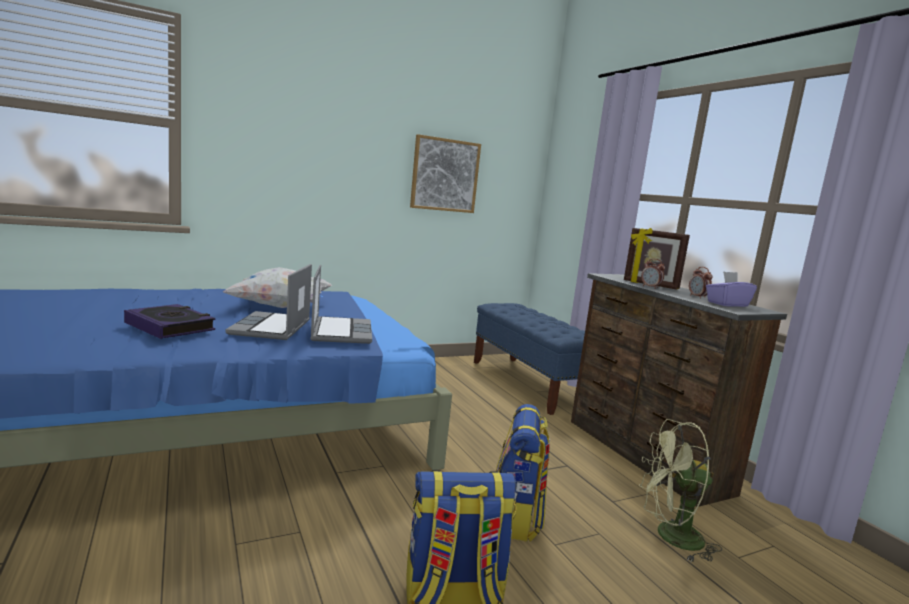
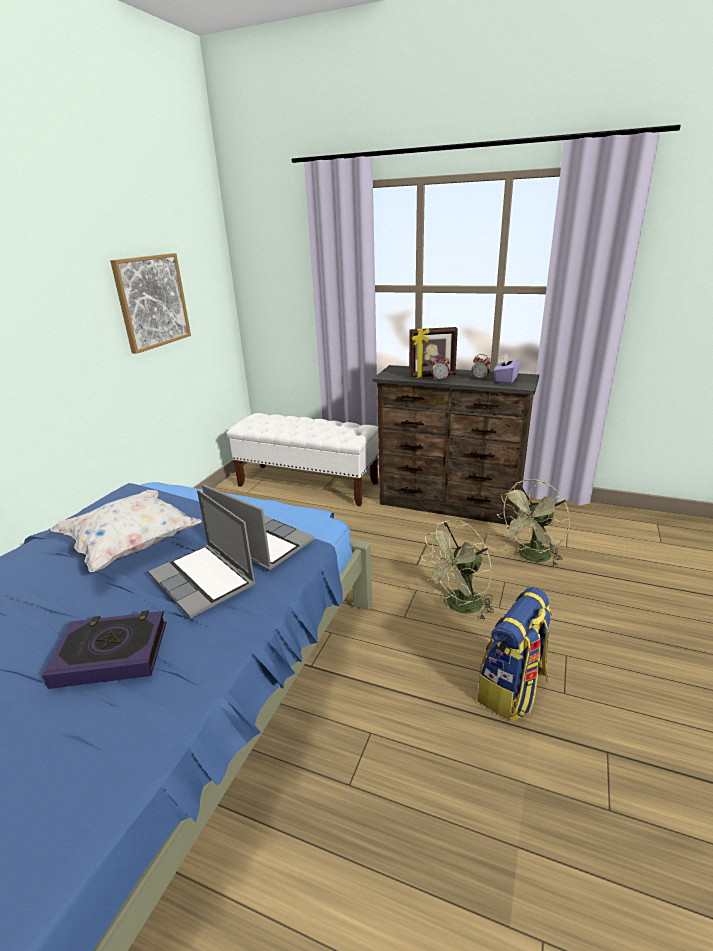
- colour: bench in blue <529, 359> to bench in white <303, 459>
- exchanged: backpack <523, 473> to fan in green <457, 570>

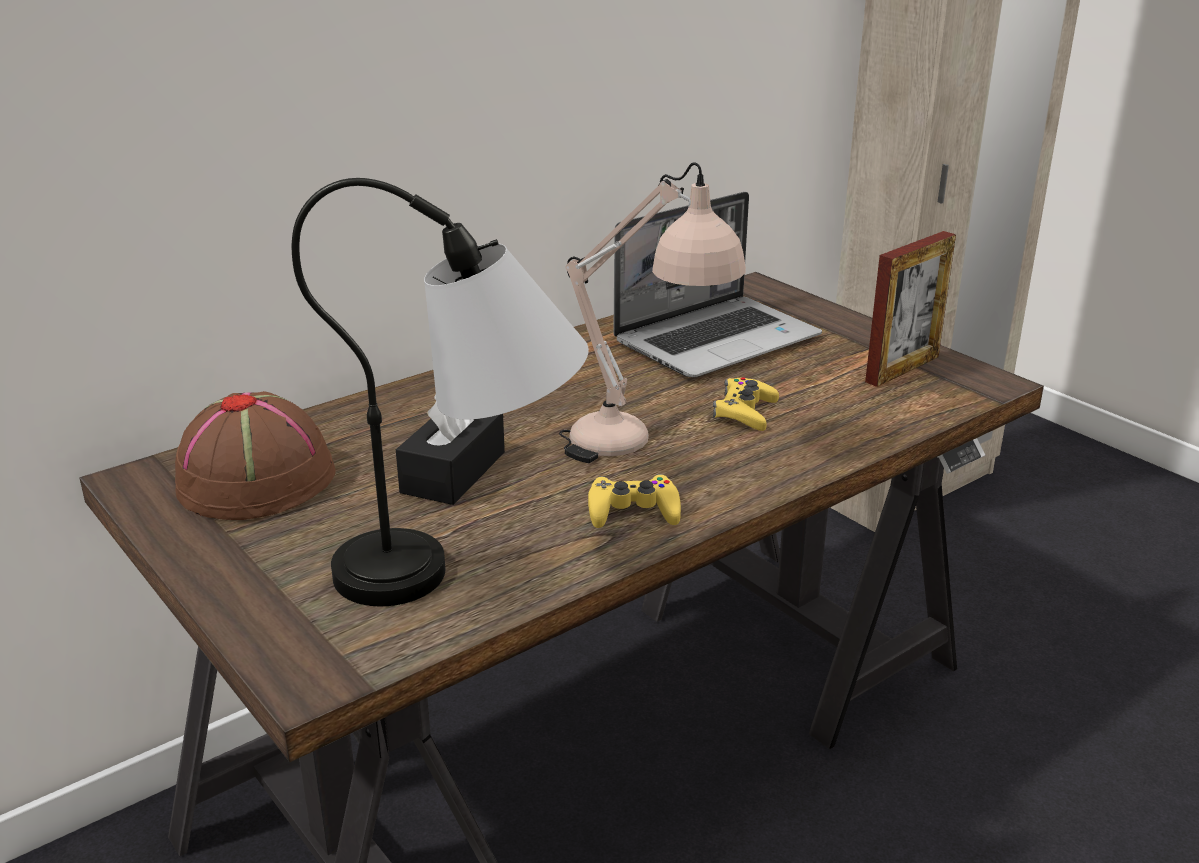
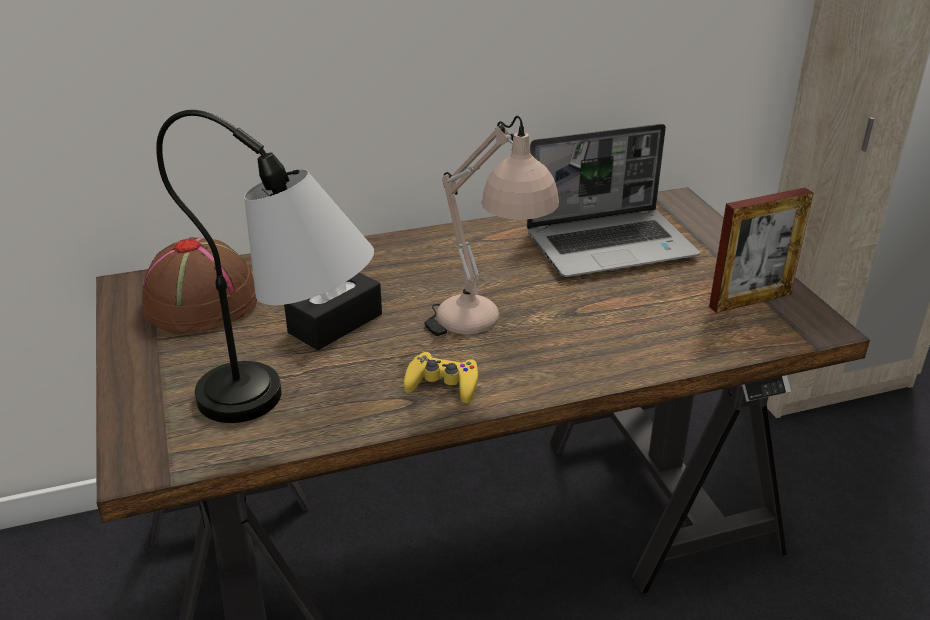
- missing: game controller in yellow <746, 404>

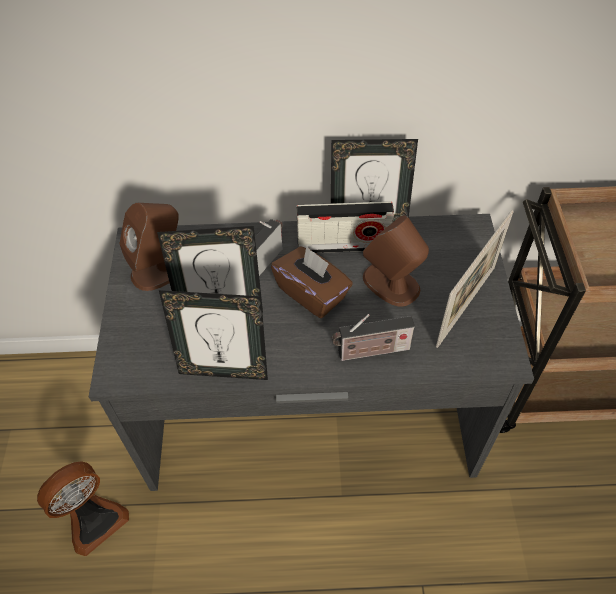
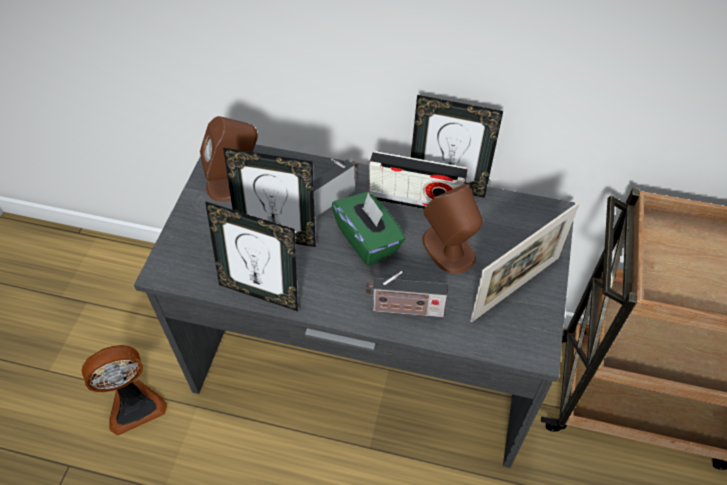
- colour: tissue box in brown <312, 282> to tissue box in green <369, 229>

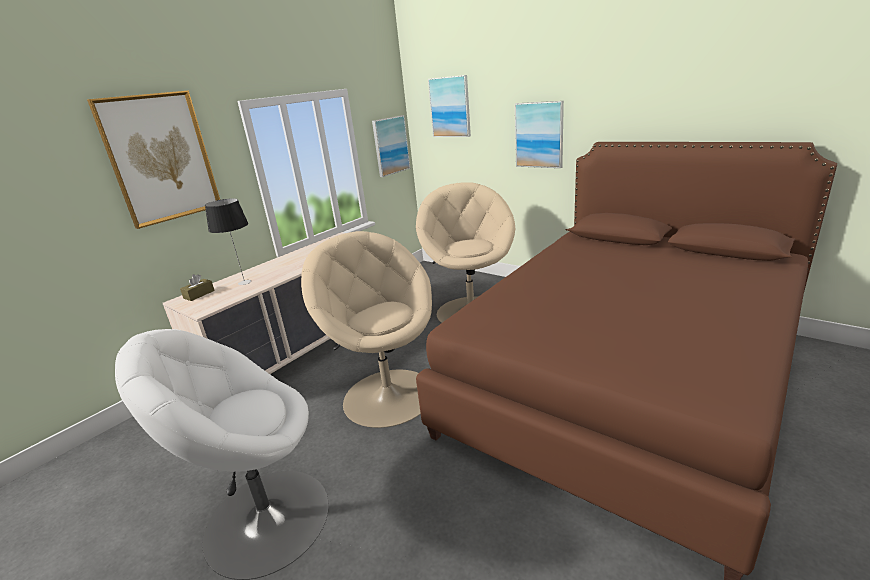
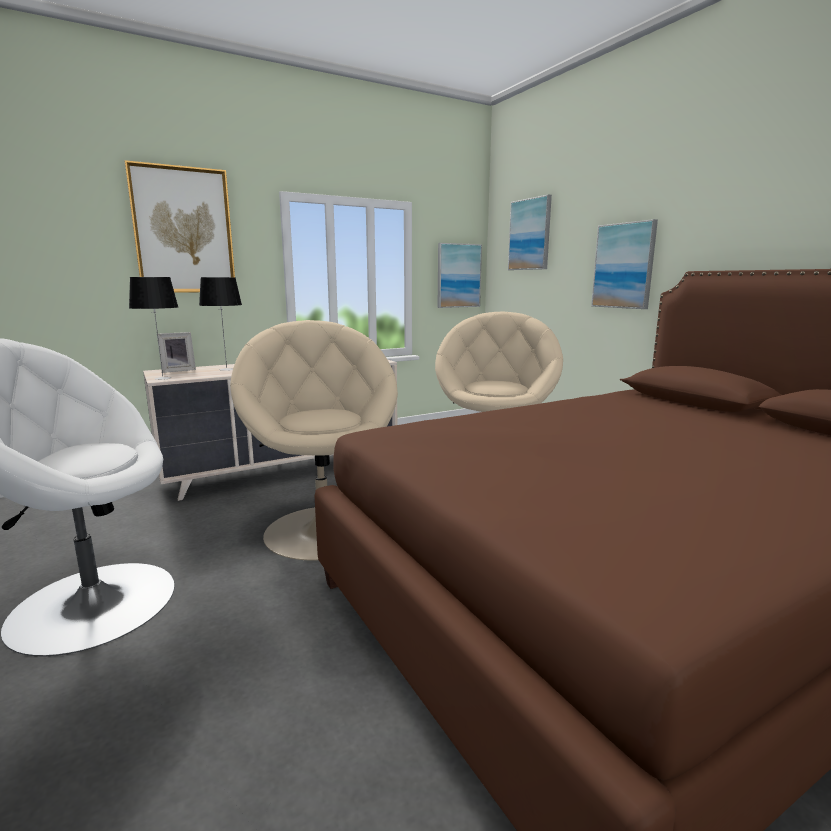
- exchanged: tissue box in brown <197, 287> to picture frame <176, 352>
- appeared: table lamp <153, 328>

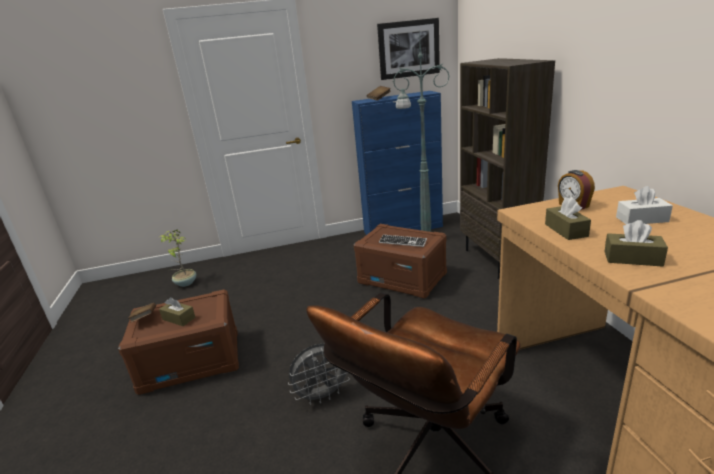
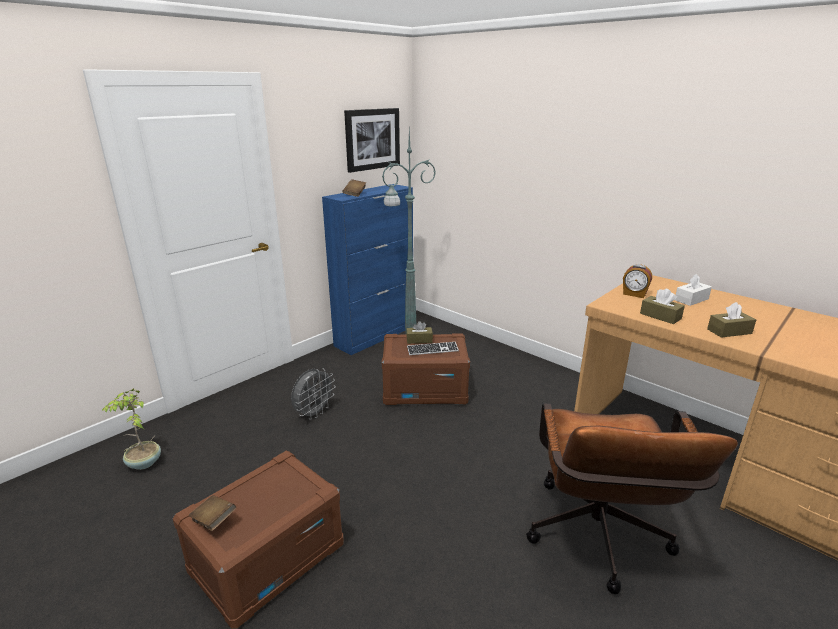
- relocated: tissue box in brown <177, 311> to <419, 332>
- relocated: fan in grey <319, 374> to <313, 394>
- missing: bookcase in brown <507, 168>

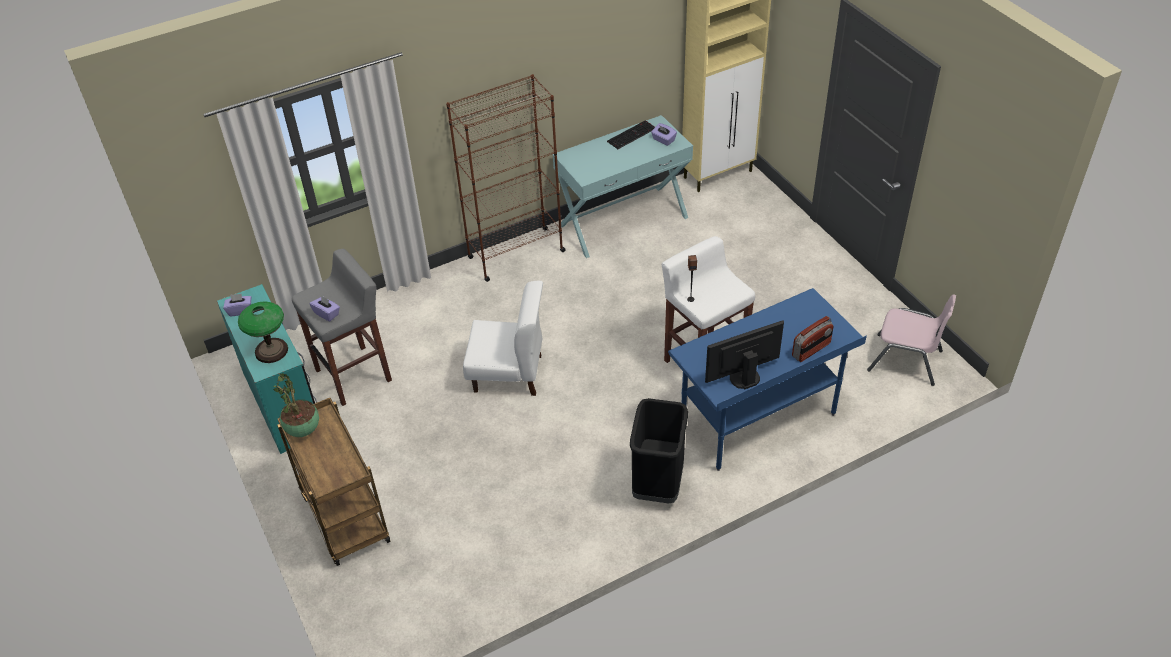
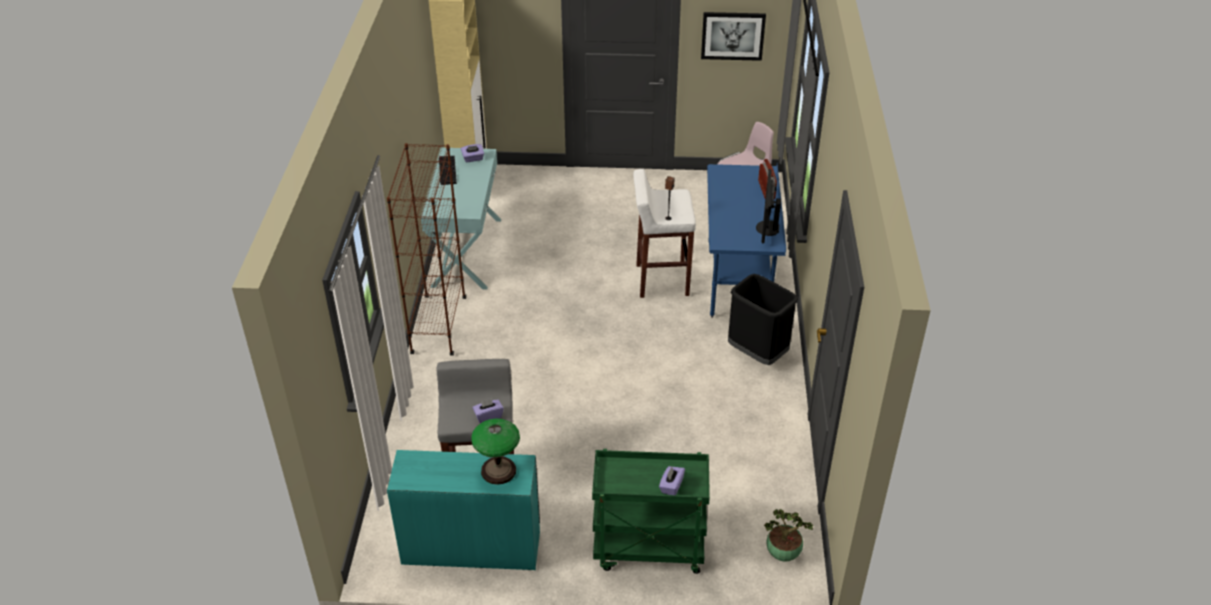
- relocated: tissue box in purple <237, 305> to <672, 480>
- relocated: potted plant <296, 405> to <788, 535>
- colour: cart in brown <333, 482> to cart in green <651, 511>
- missing: chair in white <503, 338>
- appeared: picture <733, 36>

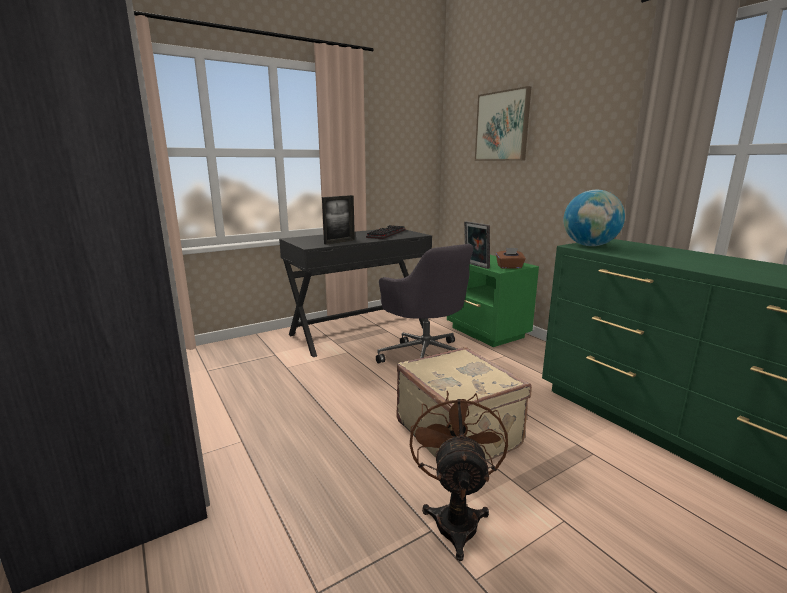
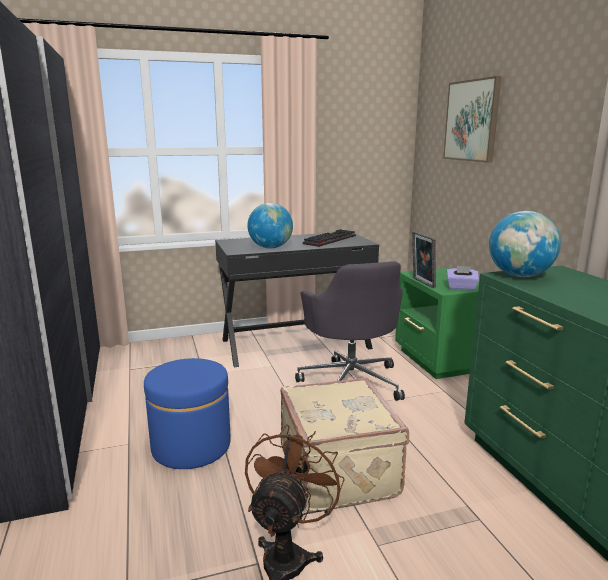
- exchanged: picture frame <338, 220> to globe <270, 226>
- colour: tissue box in brown <511, 258> to tissue box in purple <463, 277>
- appeared: ottoman in blue <187, 413>

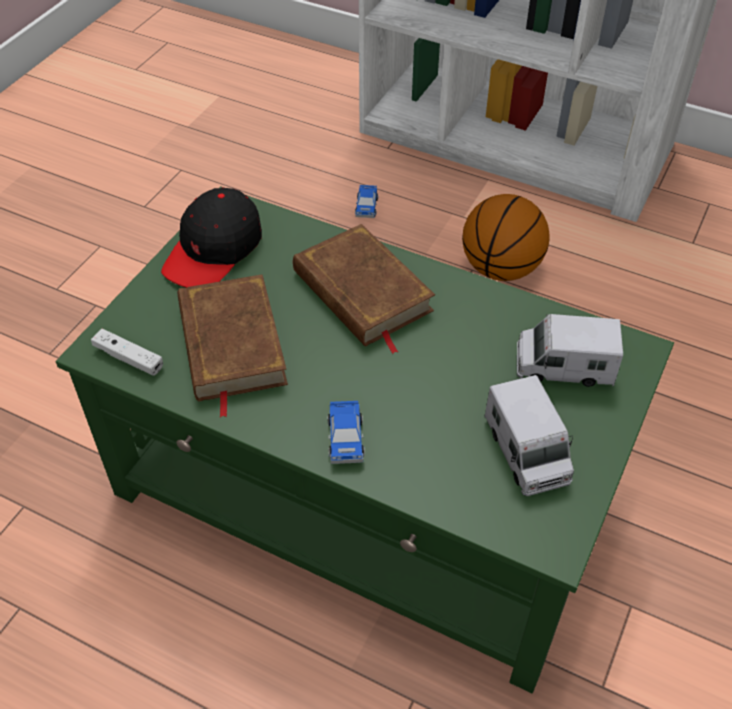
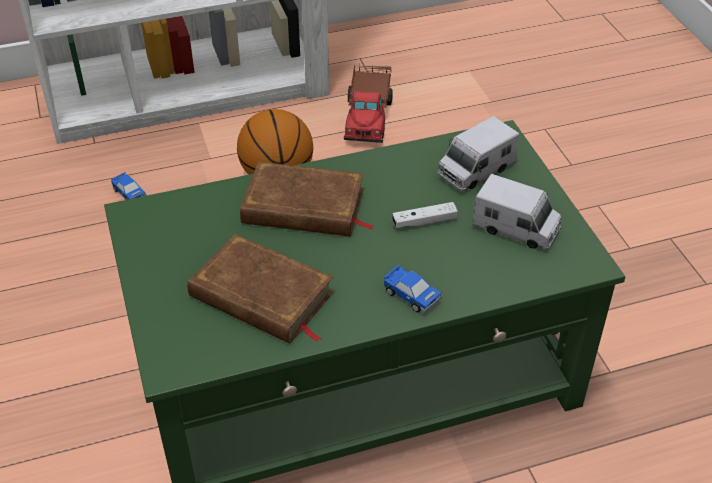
- relocated: game controller in white <127, 352> to <425, 215>
- missing: cap in black <211, 238>
- appeared: toy truck <368, 104>

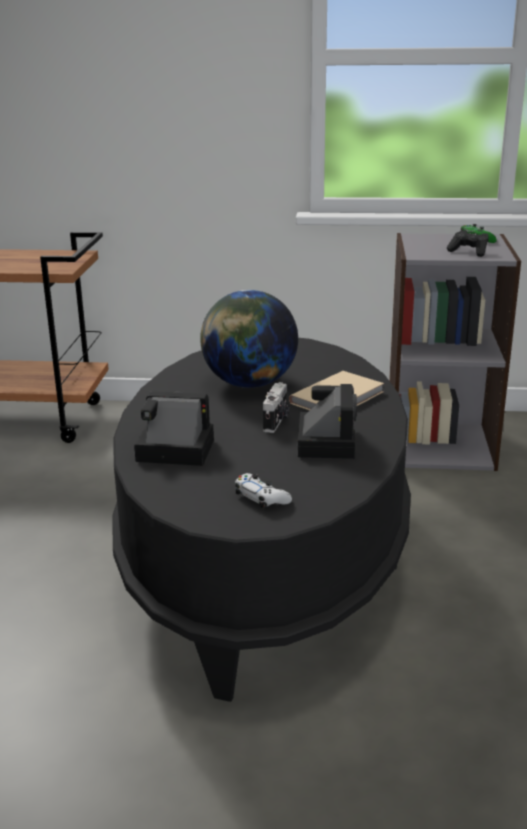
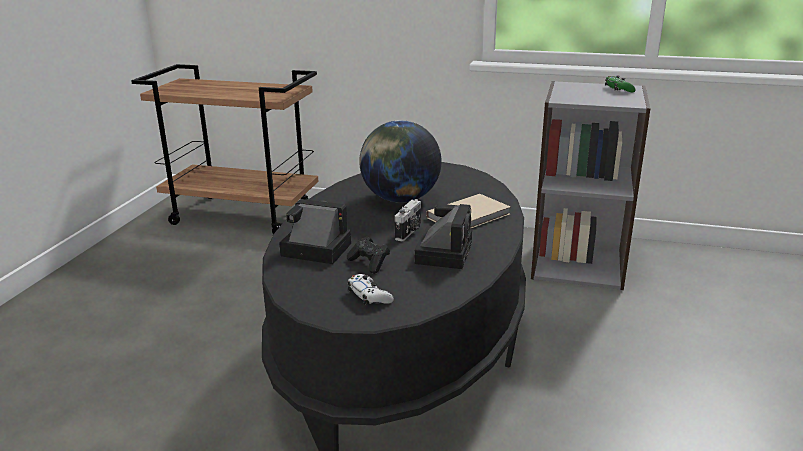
- relocated: game controller in black <467, 243> to <368, 255>

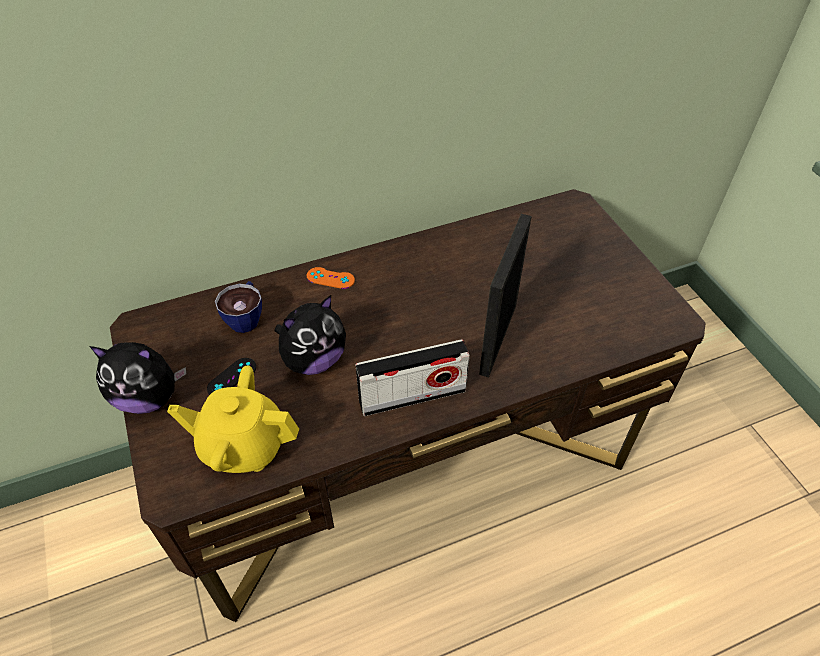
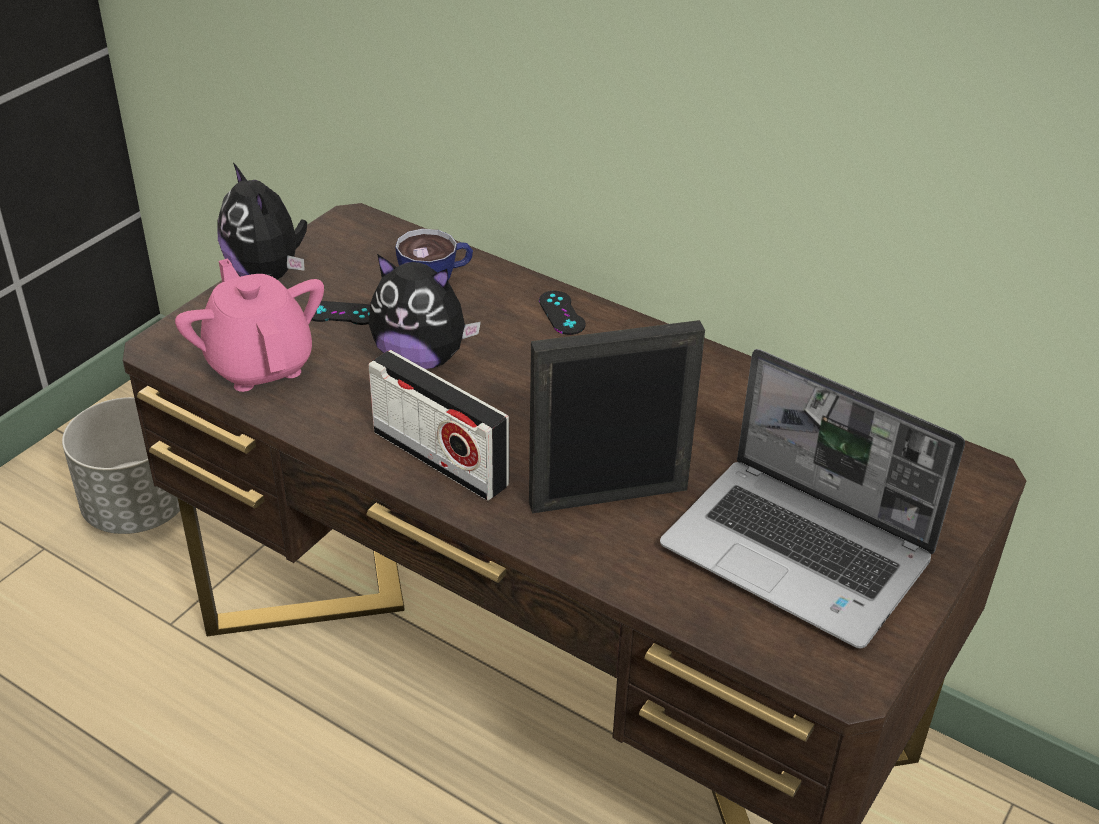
- colour: teapot in yellow <233, 419> to teapot in pink <249, 325>
- colour: game controller in orange <331, 278> to game controller in black <562, 313>
- appeared: planter in grey <121, 465>
- appeared: laptop <812, 499>

